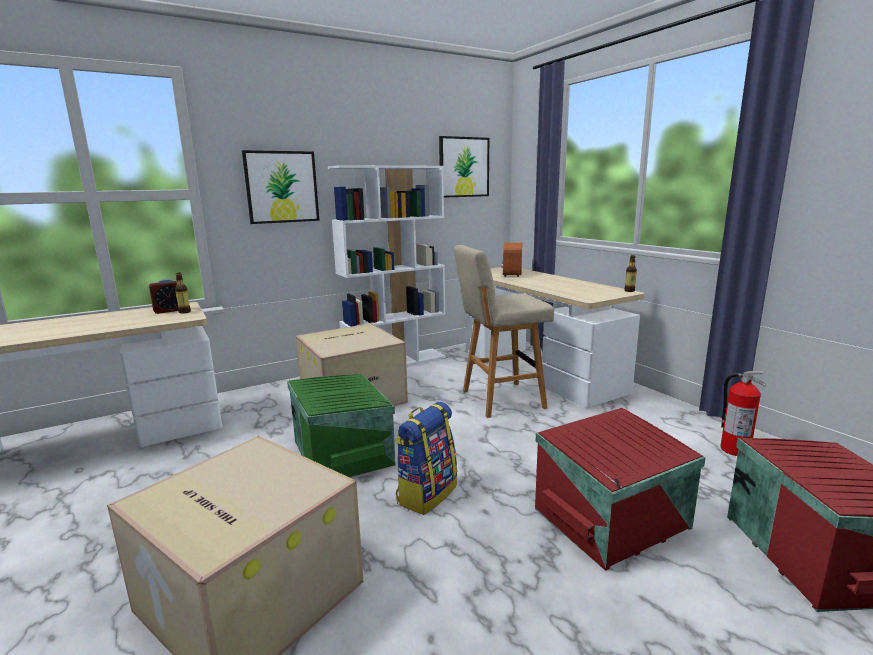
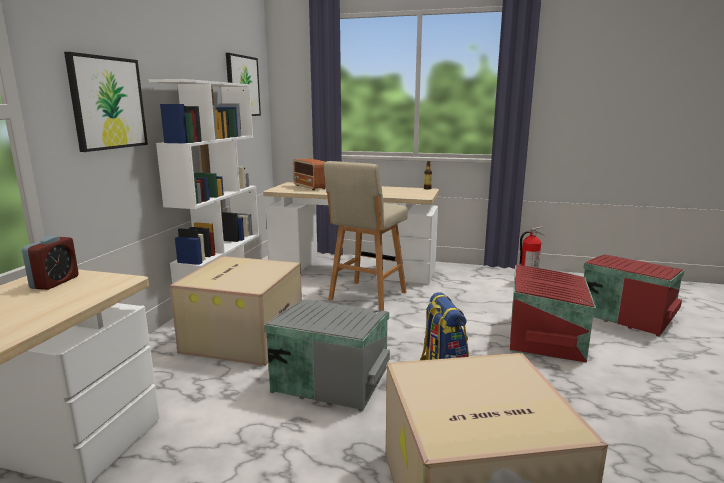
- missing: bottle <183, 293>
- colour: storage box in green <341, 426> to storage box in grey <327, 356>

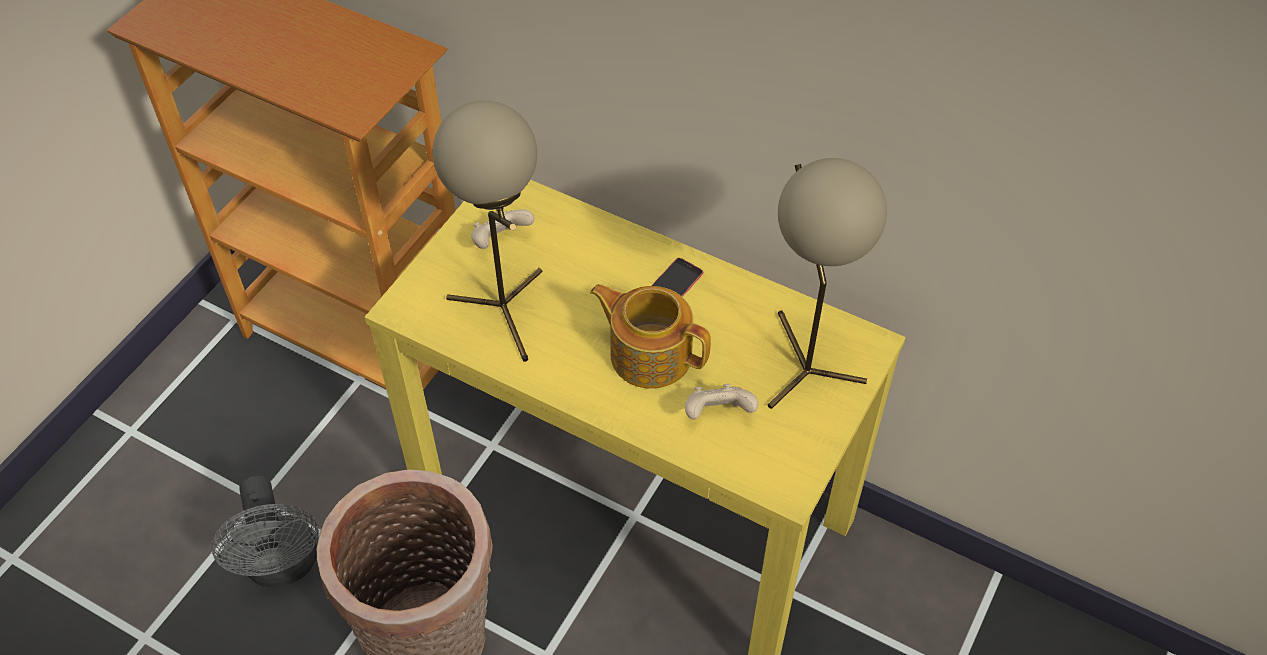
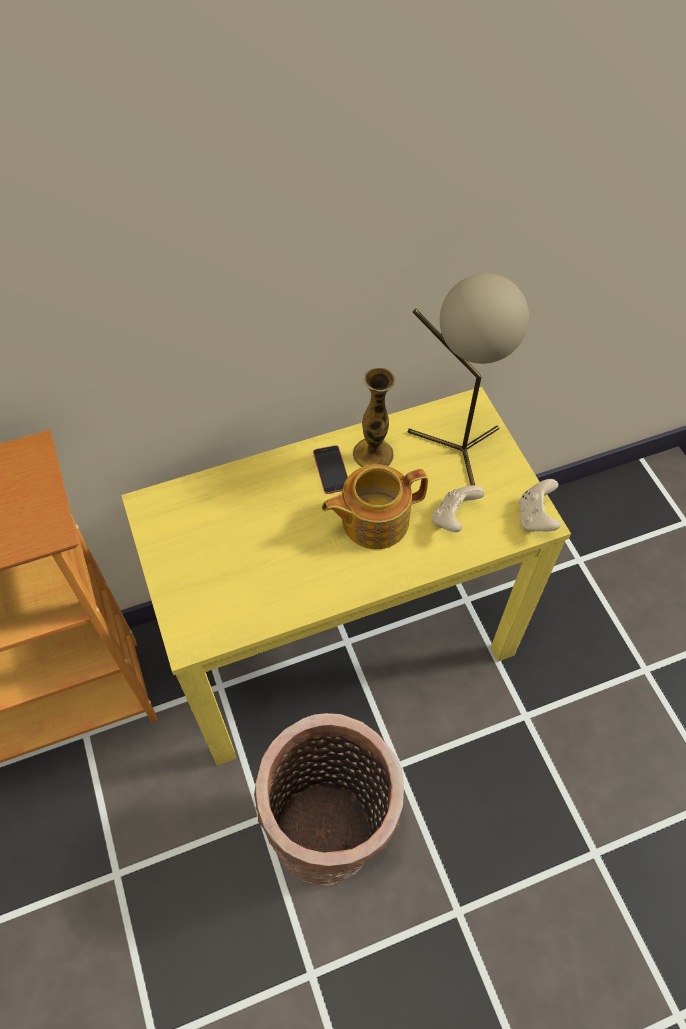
- missing: fan in grey <265, 531>
- missing: table lamp in beige <487, 231>
- relocated: game controller in beige <502, 229> to <540, 505>
- appeared: vase <374, 417>

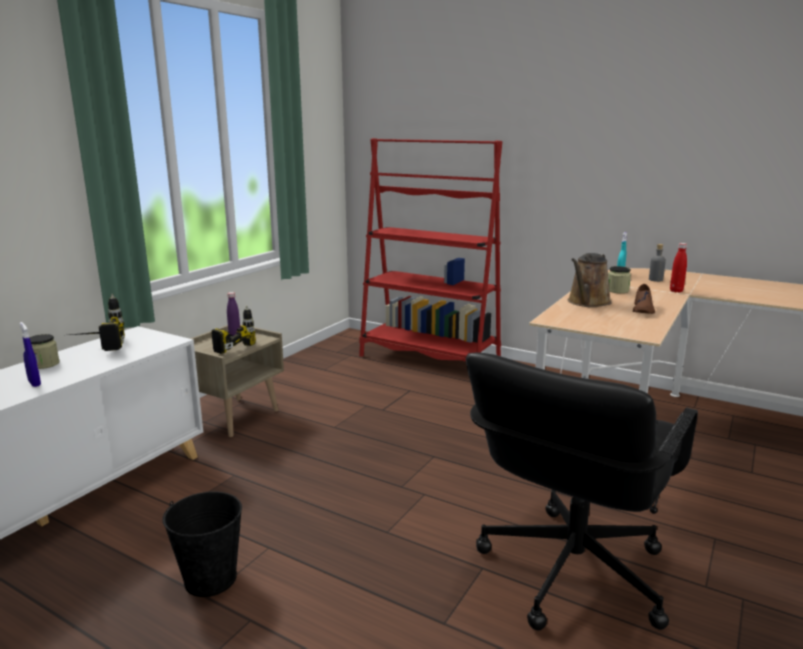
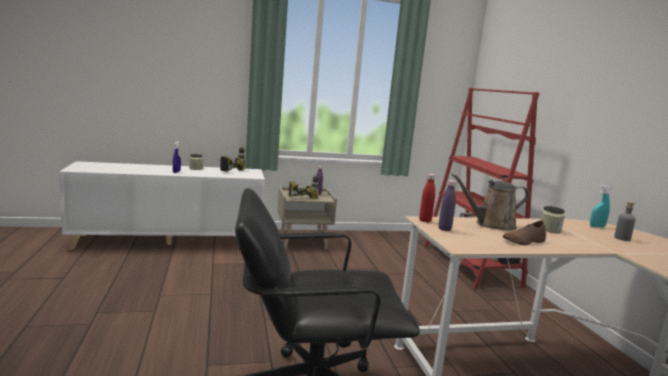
- missing: bucket in black <202, 544>
- relocated: bottle in red <678, 268> to <427, 198>
- appeared: bottle in purple <447, 205>

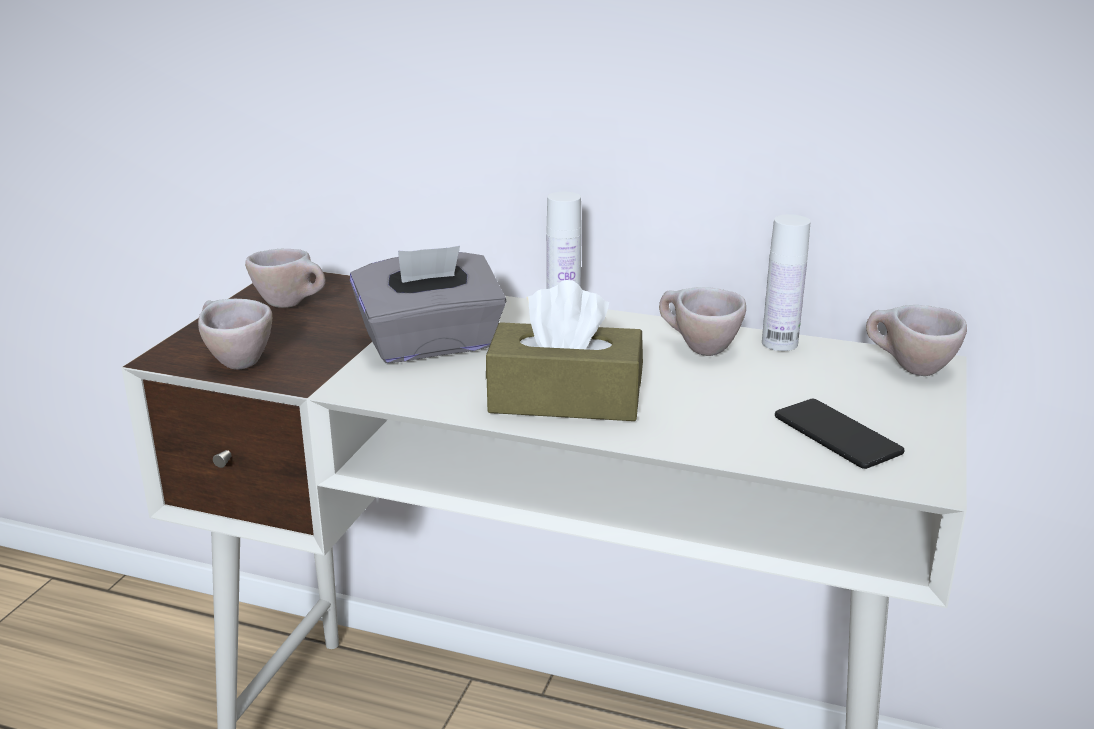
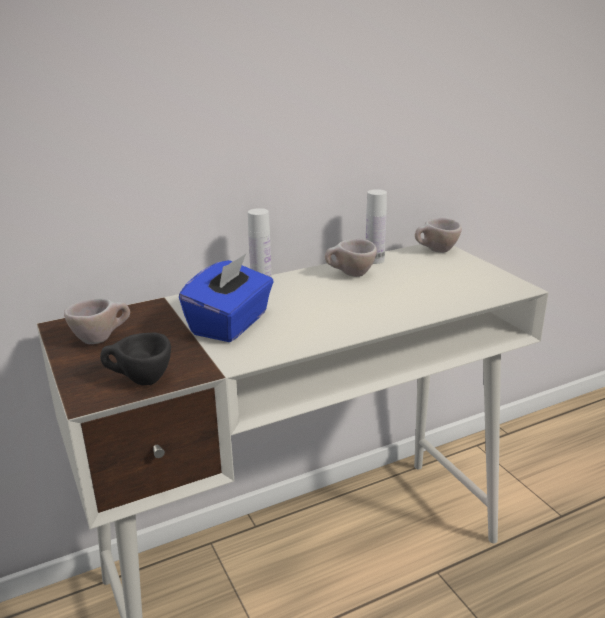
- colour: cup in beige <235, 334> to cup in black <135, 359>
- colour: tissue box in grey <428, 304> to tissue box in blue <226, 298>
- missing: tissue box in brown <564, 350>
- missing: phone <840, 434>

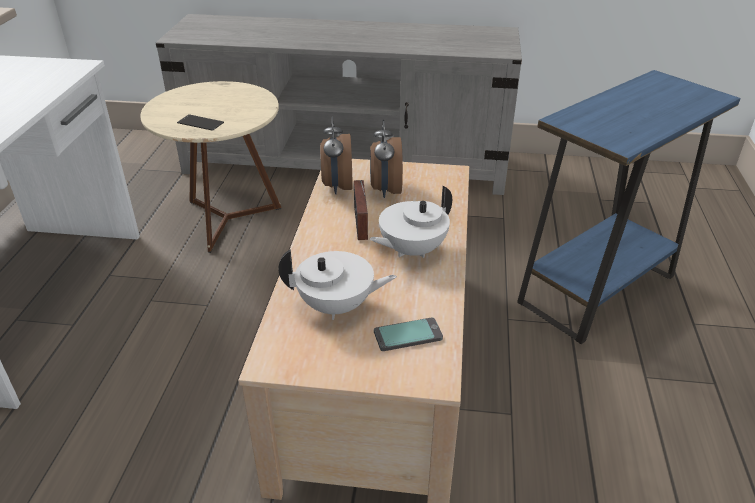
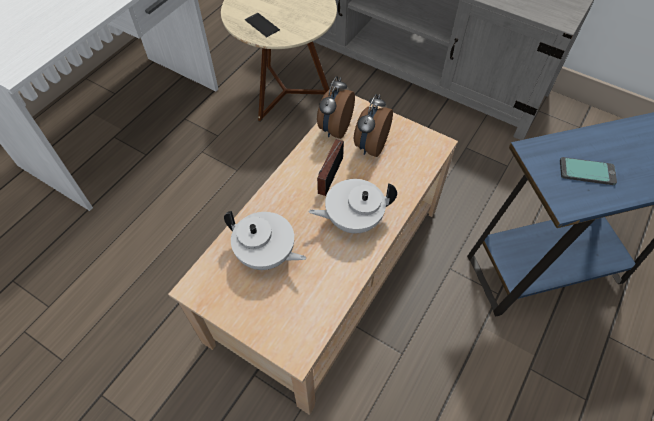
- relocated: phone <408, 334> to <588, 171>

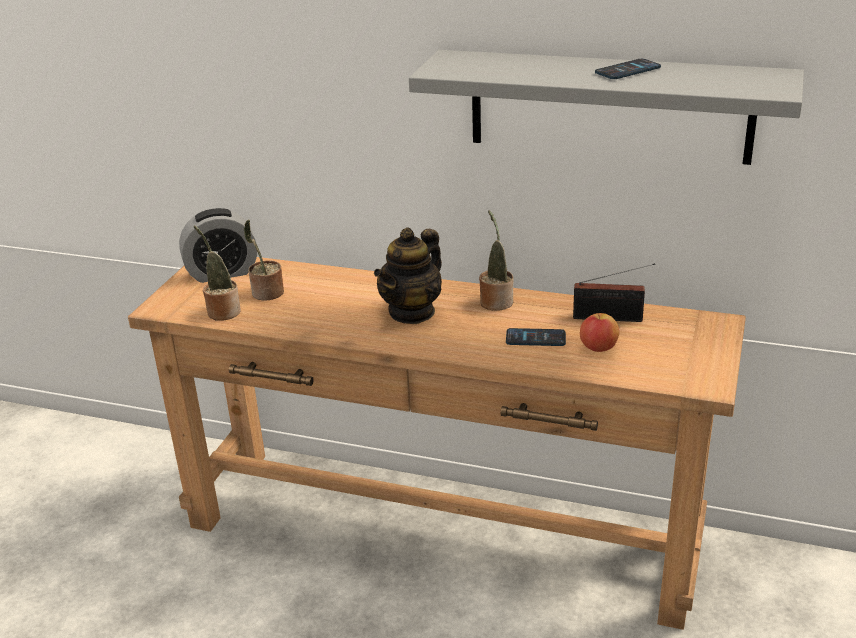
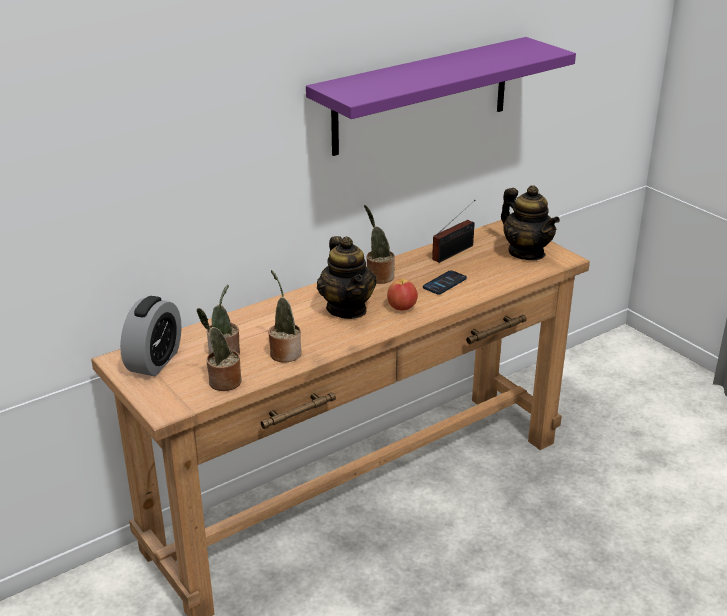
- colour: shelf in grey <606, 107> to shelf in purple <441, 96>
- relocated: apple <600, 332> to <402, 294>
- missing: phone <628, 69>
- appeared: potted plant <284, 316>
- appeared: teapot <530, 222>

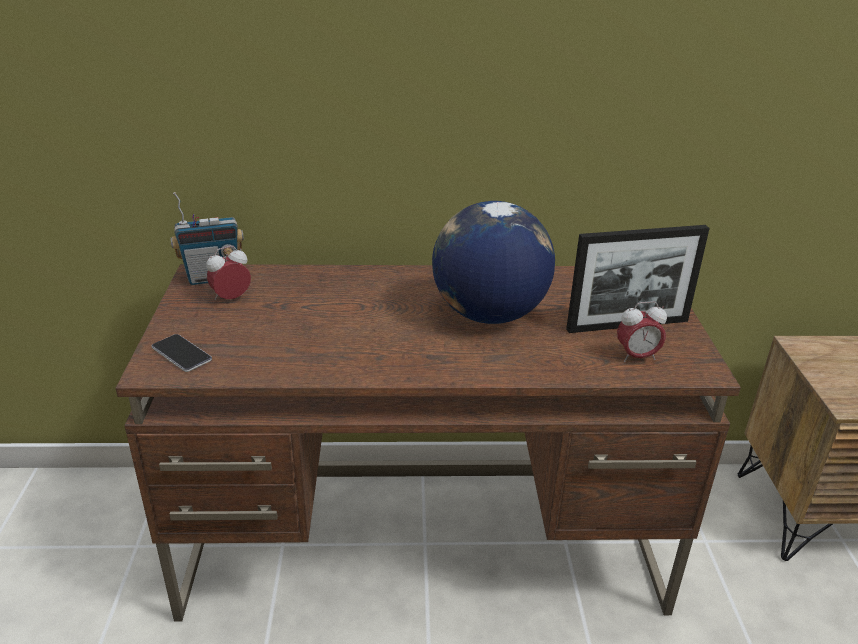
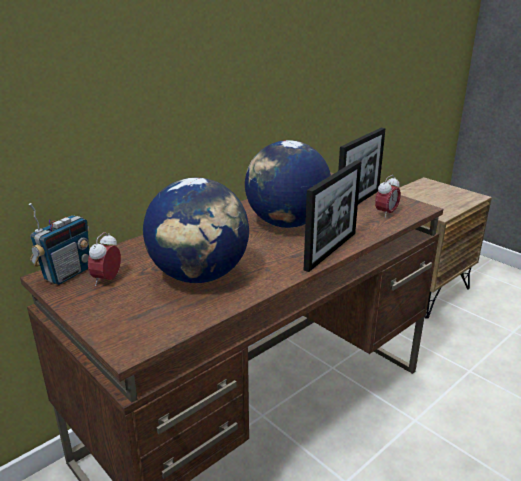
- missing: phone <181, 353>
- appeared: globe <196, 230>
- appeared: picture frame <333, 216>

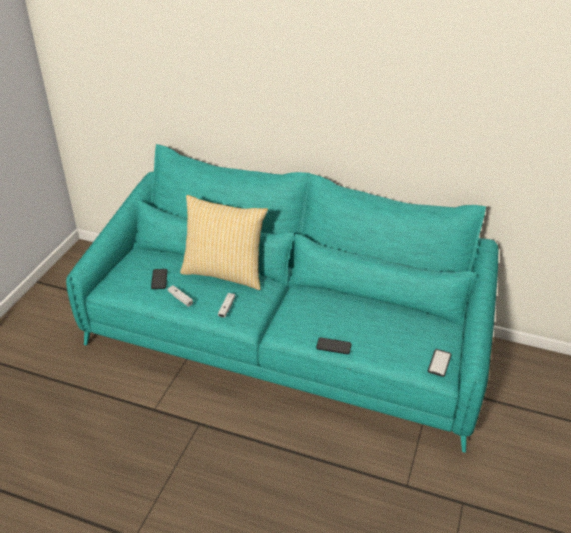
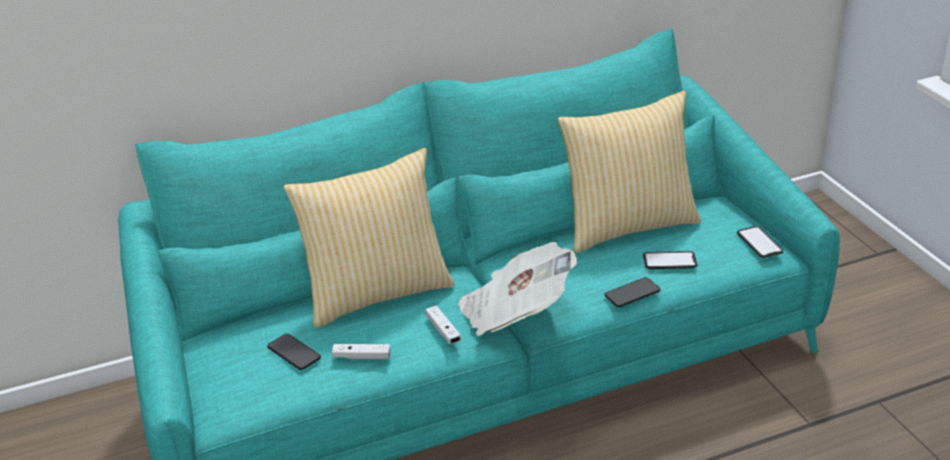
- appeared: newspaper <517, 289>
- appeared: pillow <629, 172>
- appeared: phone <670, 260>

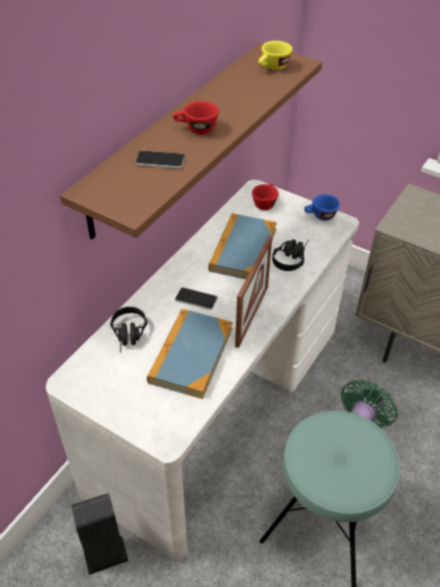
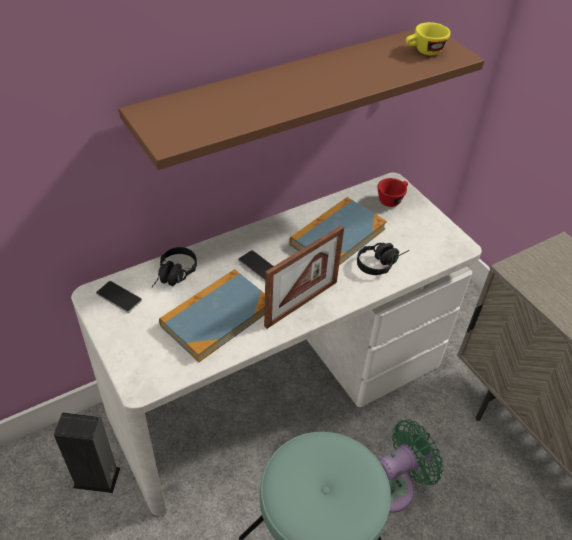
- relocated: phone <160, 160> to <119, 297>
- missing: cup in red <196, 117>
- missing: cup in blue <322, 207>

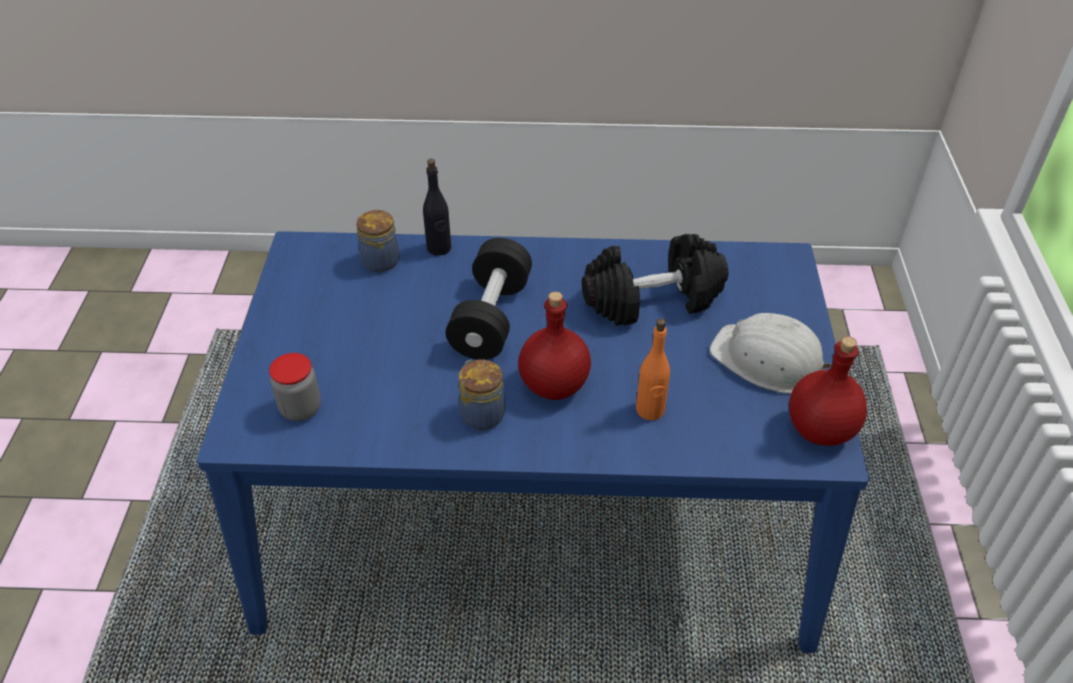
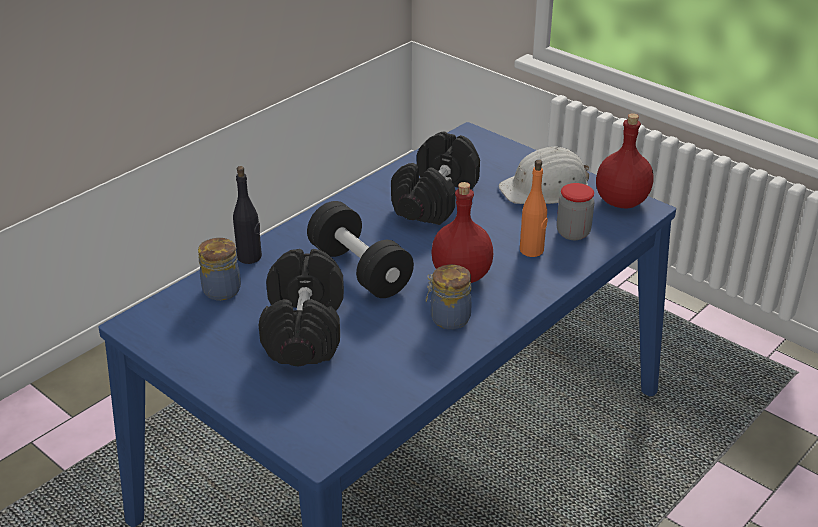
- relocated: jar <295, 387> to <575, 211>
- appeared: dumbbell in black <301, 307>

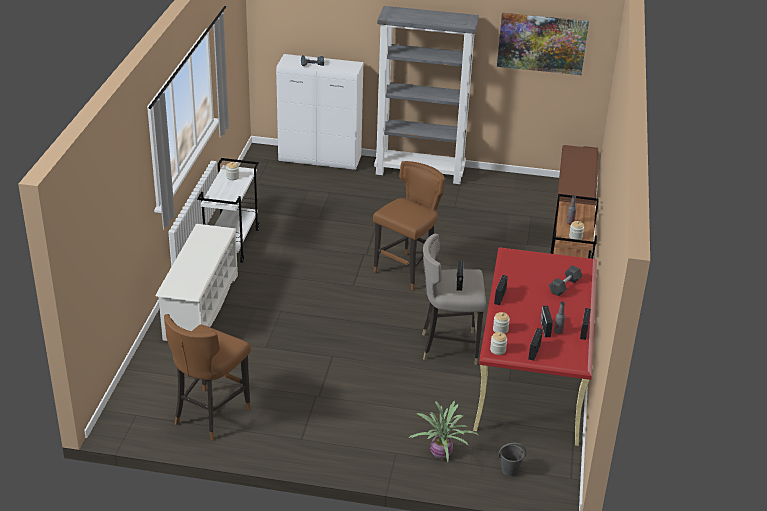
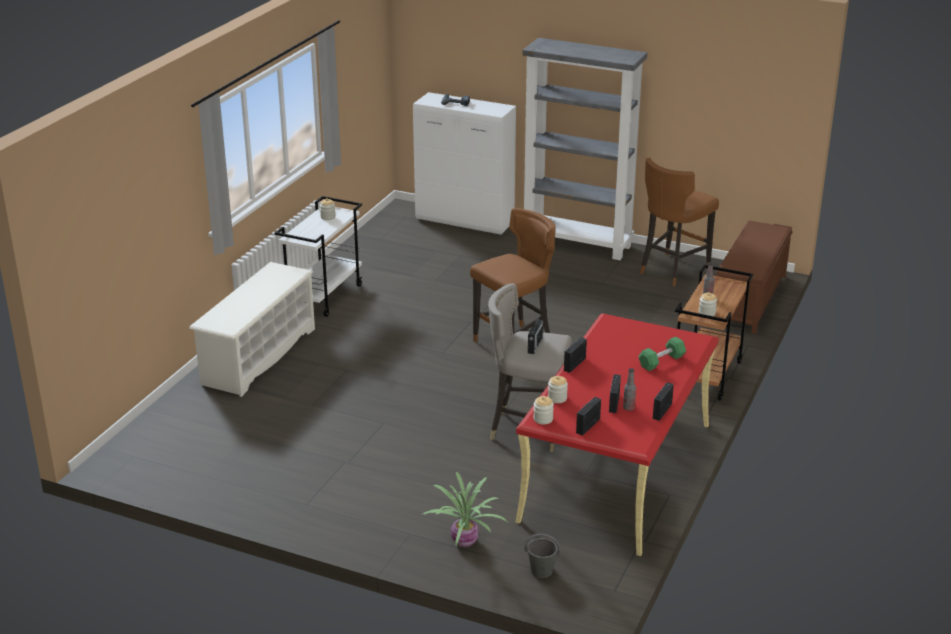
- relocated: stool in brown <207, 377> to <679, 222>
- missing: picture <543, 44>
- colour: dumbbell in black <565, 280> to dumbbell in green <662, 354>

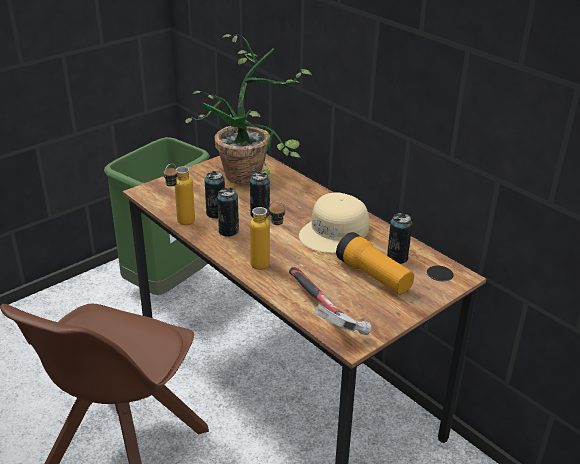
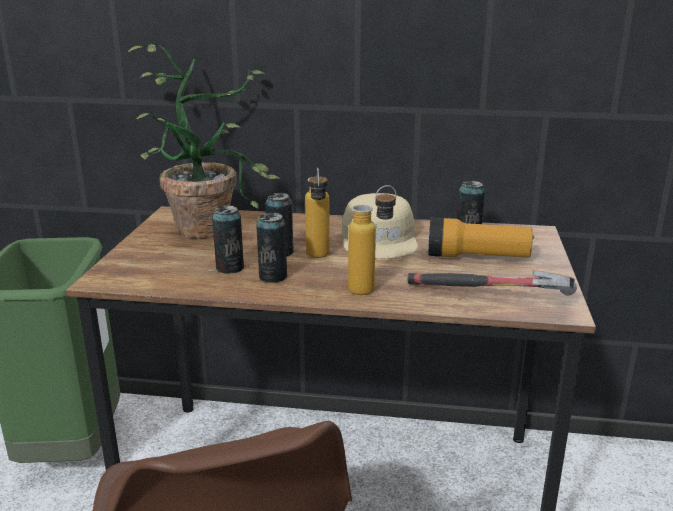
- relocated: bottle <179, 194> to <317, 213>

